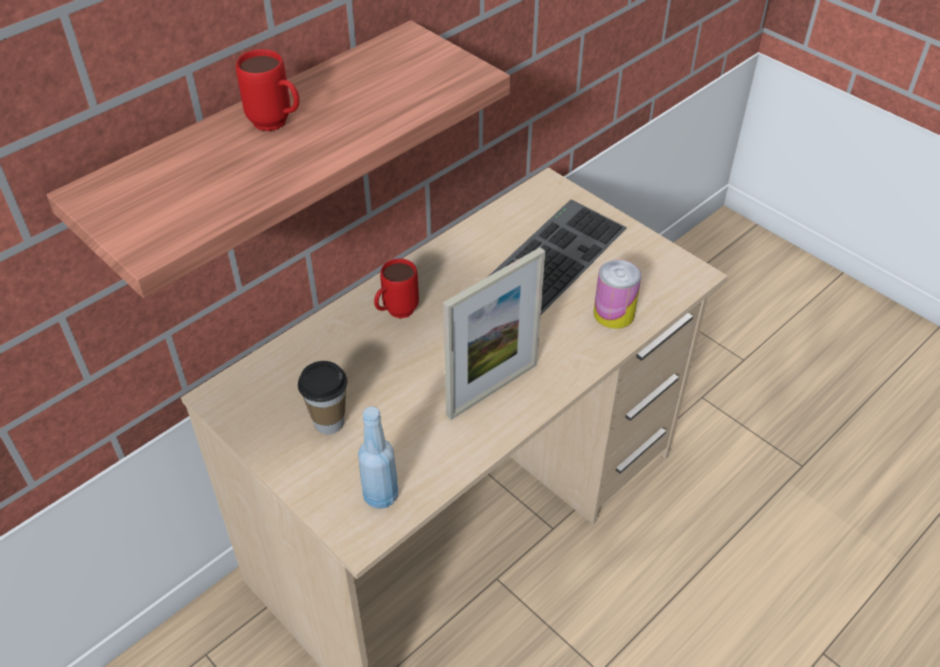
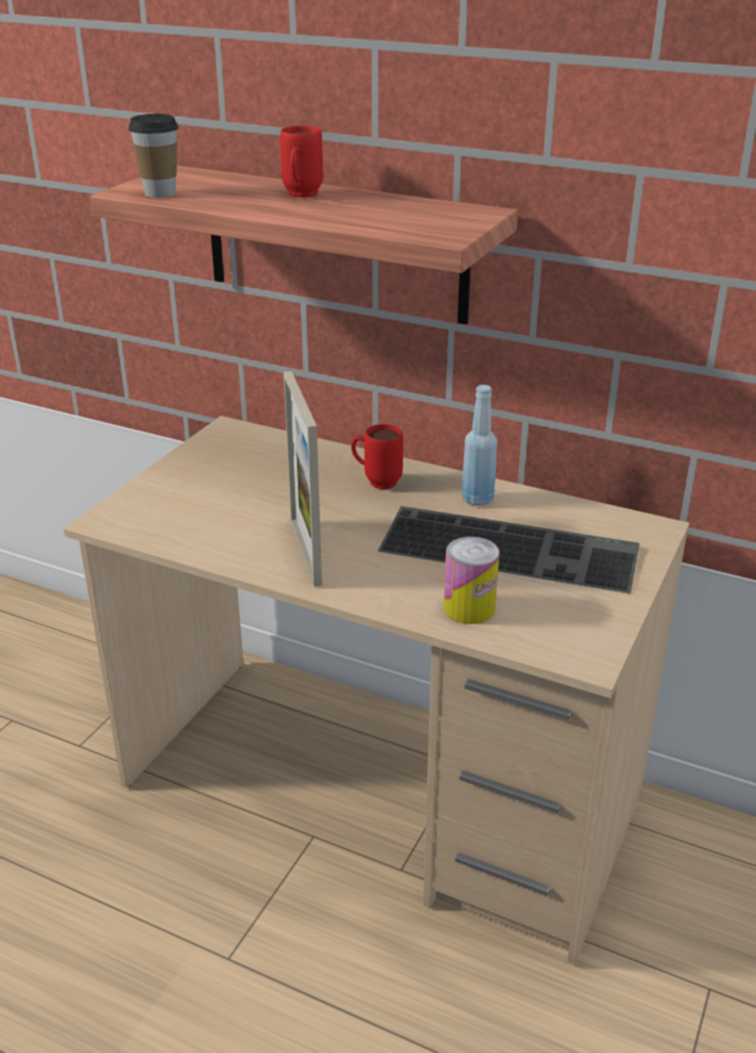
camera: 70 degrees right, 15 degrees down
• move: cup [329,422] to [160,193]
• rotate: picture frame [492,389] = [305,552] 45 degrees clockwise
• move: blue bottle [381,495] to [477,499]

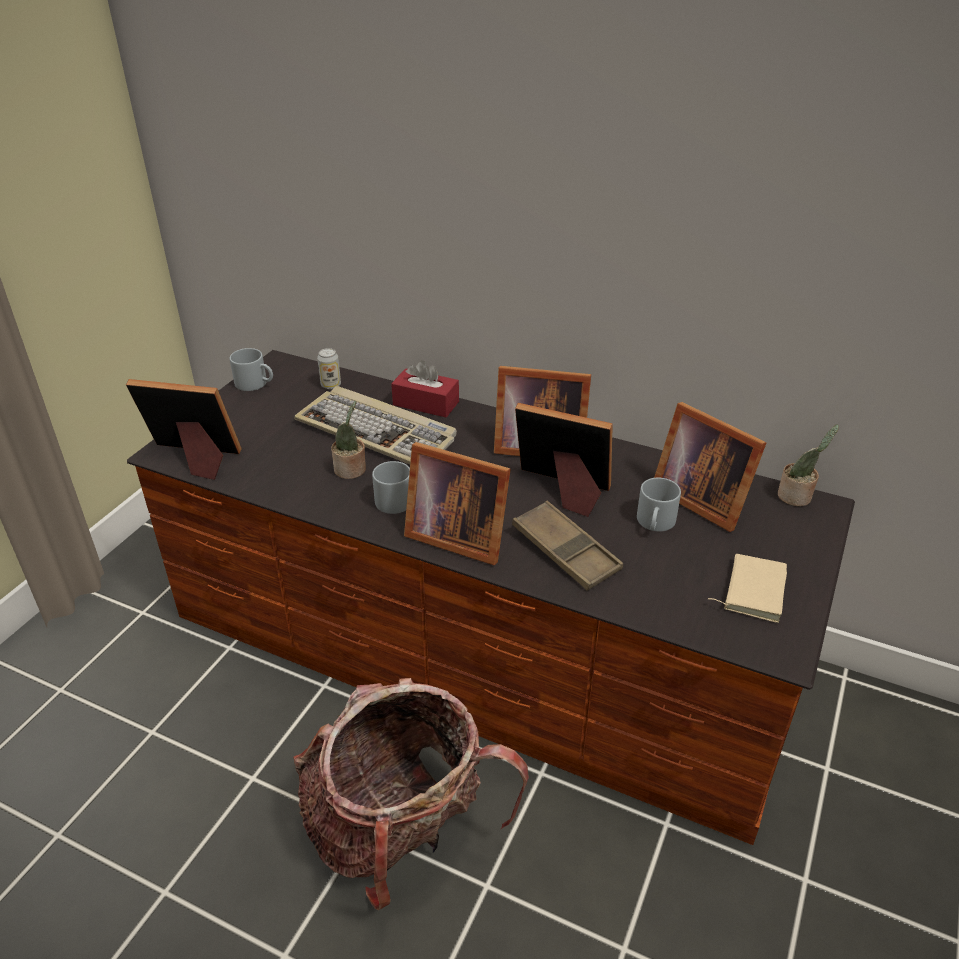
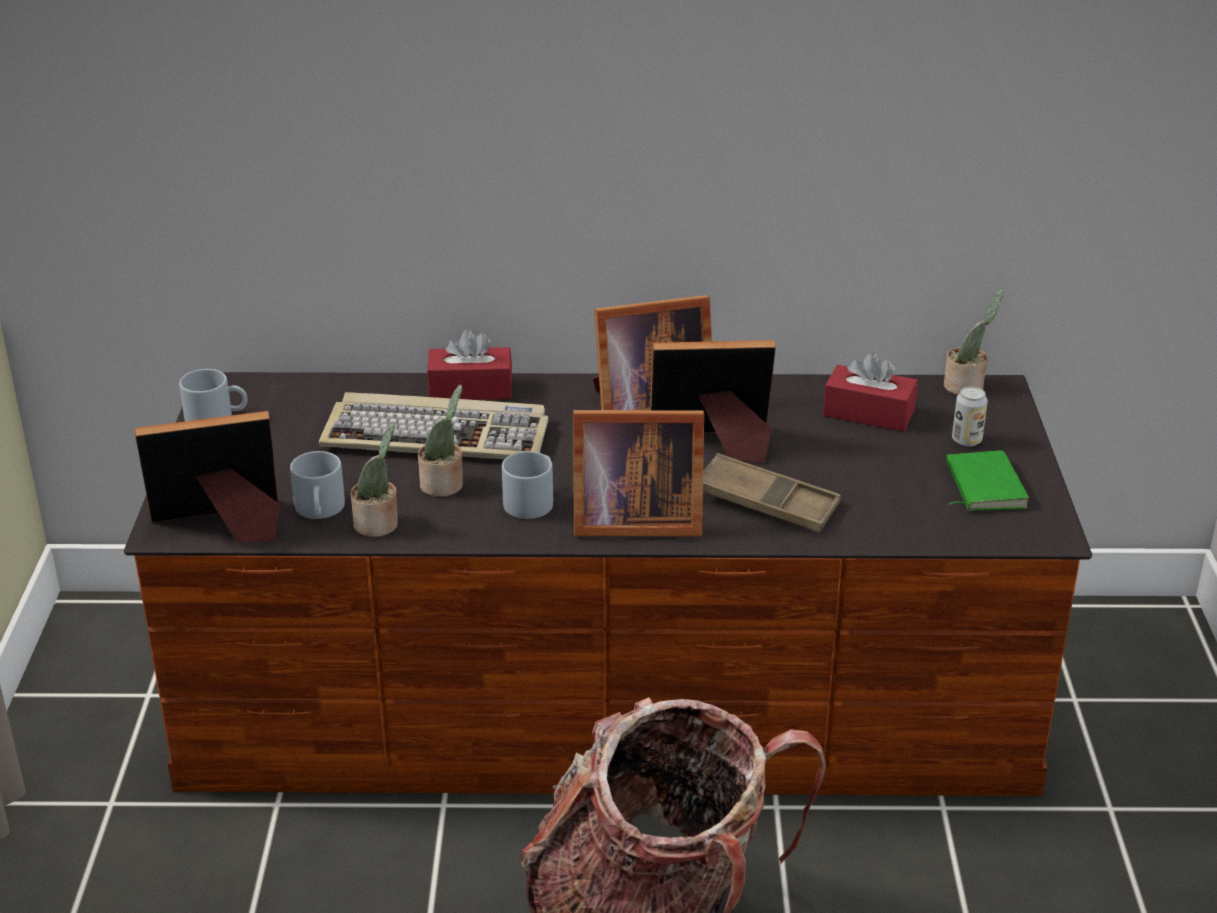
camera: 25 degrees left, 5 degrees down
• move: grey mug [655,523] to [320,510]
• insert: potted plant [379,525]
• replace: picture frame [699,498] to red tissue box [868,413]
• recolor: beige book [752,590] to green book [982,486]
• move: can [331,385] to [966,440]

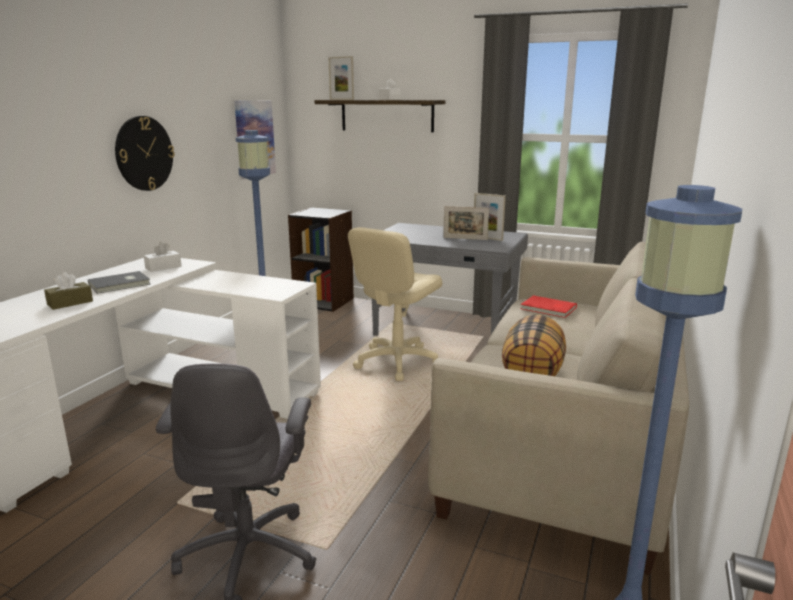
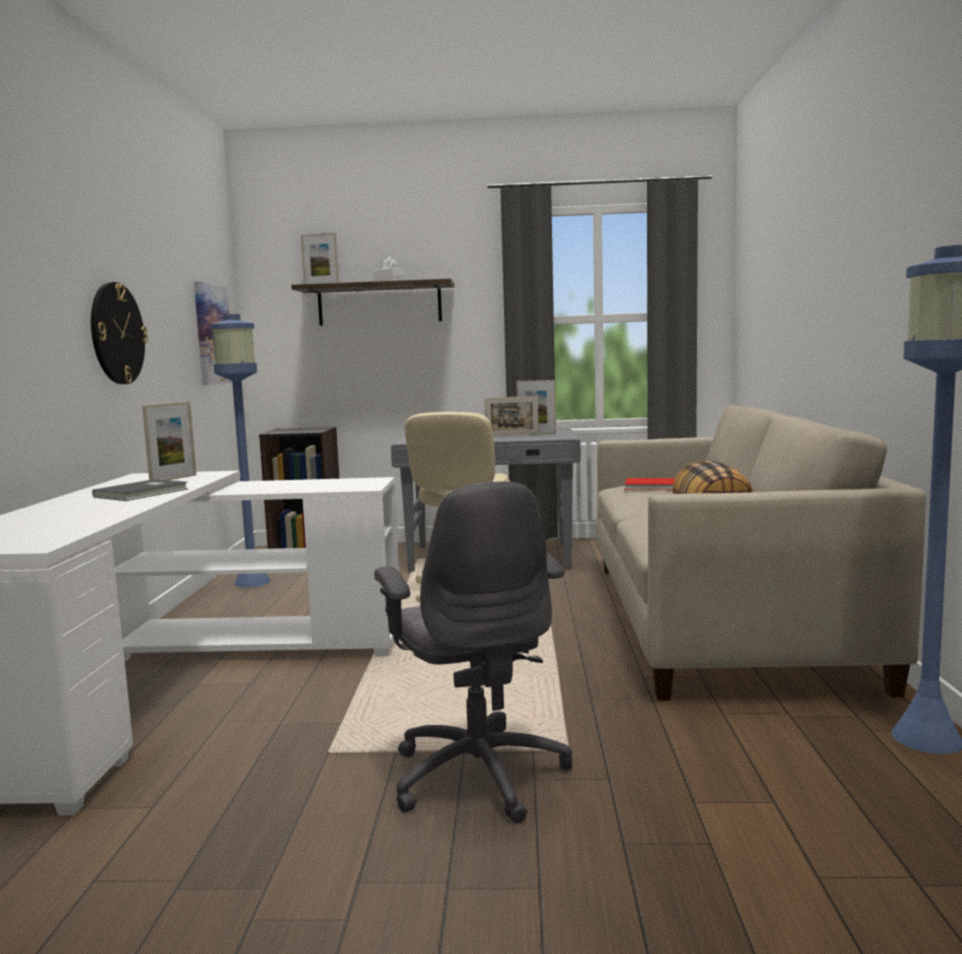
camera: 20 degrees left, 10 degrees down
• replace: white tissue box [163,267] to picture frame [173,479]
• delete: brown tissue box [70,303]

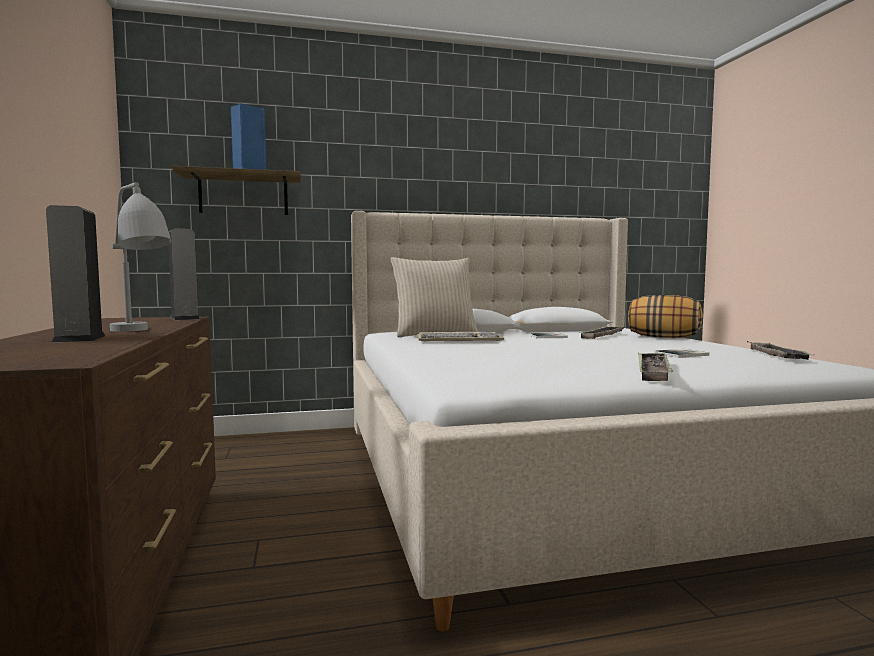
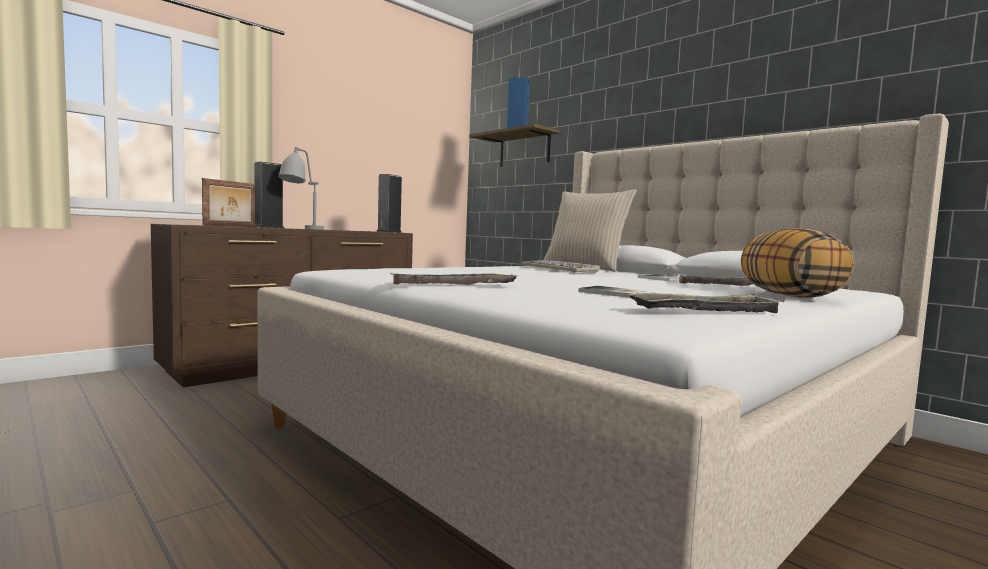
camera: 60 degrees right, 0 degrees up
• insert: picture frame [230,226]

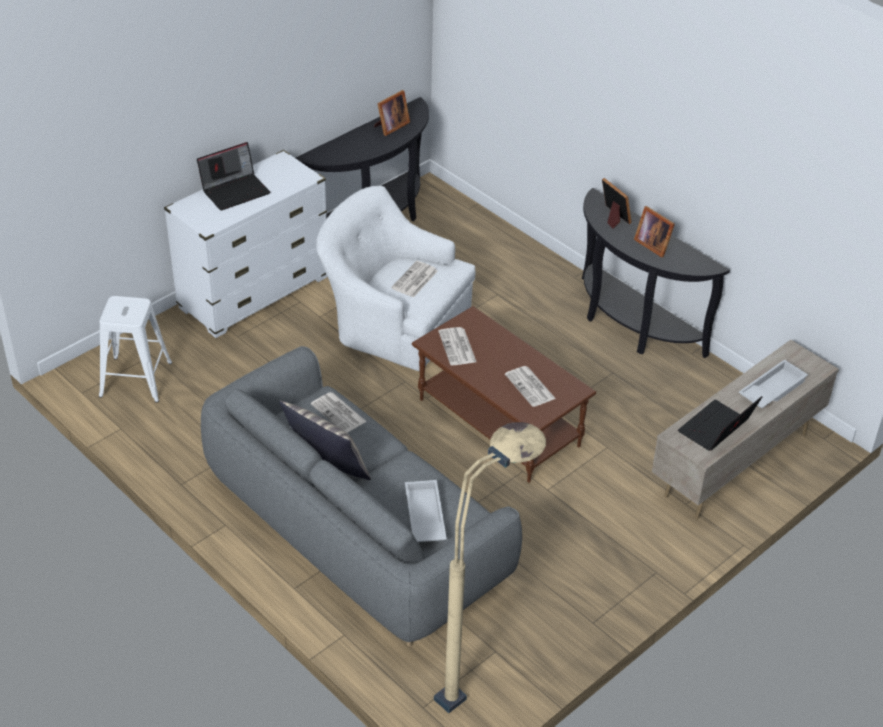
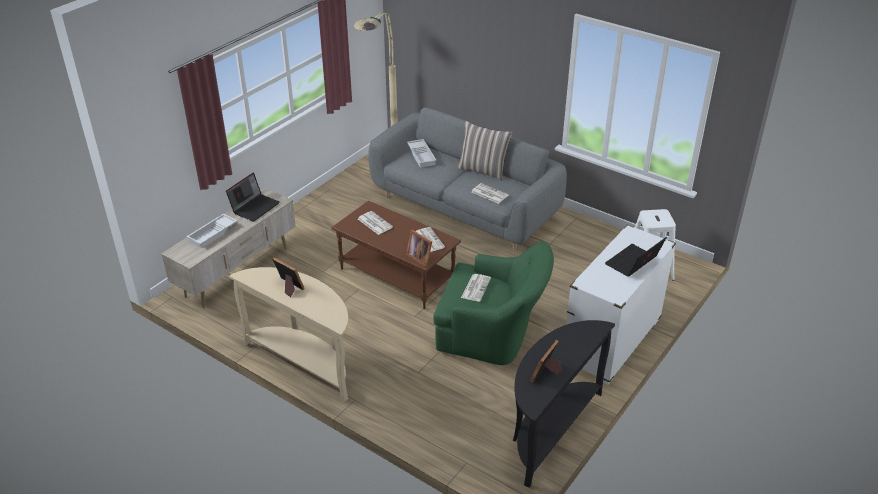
camera: 170 degrees right, 5 degrees down
• recolor: black console table [630,325] to beige console table [305,361]
• move: picture frame [613,217] to [420,257]
• recolor: white armchair [393,323] to green armchair [493,334]

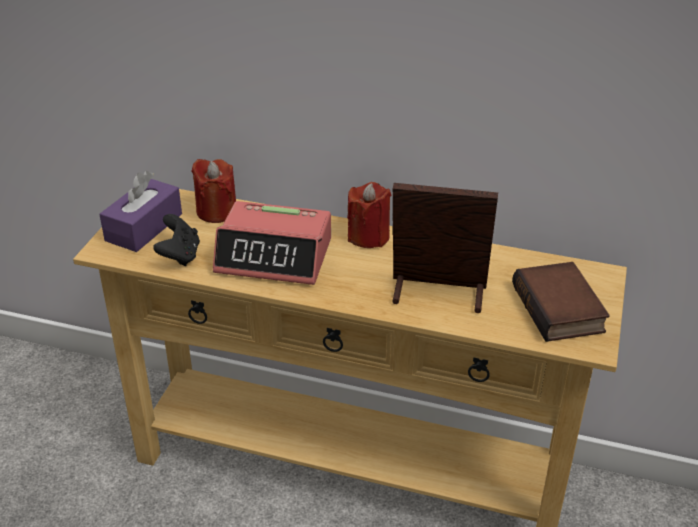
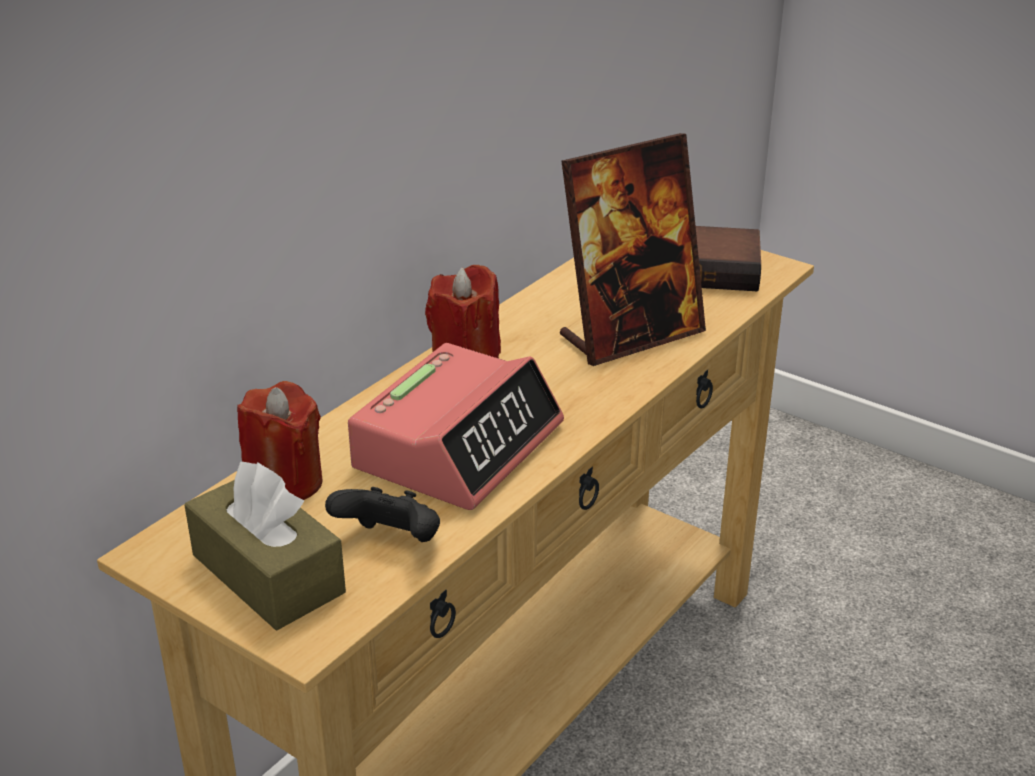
camera: 70 degrees left, 5 degrees down
• recolor: purple tissue box [144,227] to brown tissue box [268,574]
• rotate: picture frame [437,294] = [631,335] 150 degrees counterclockwise

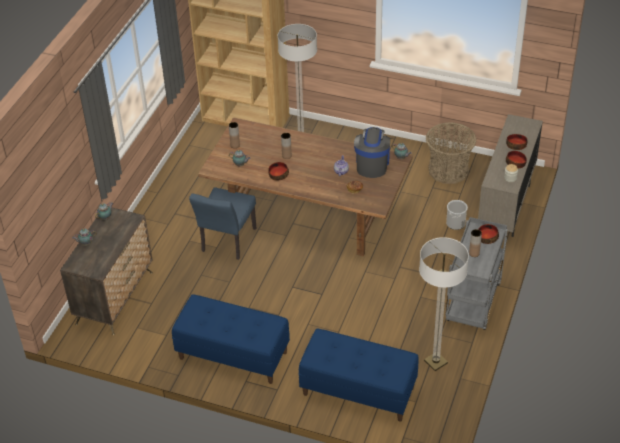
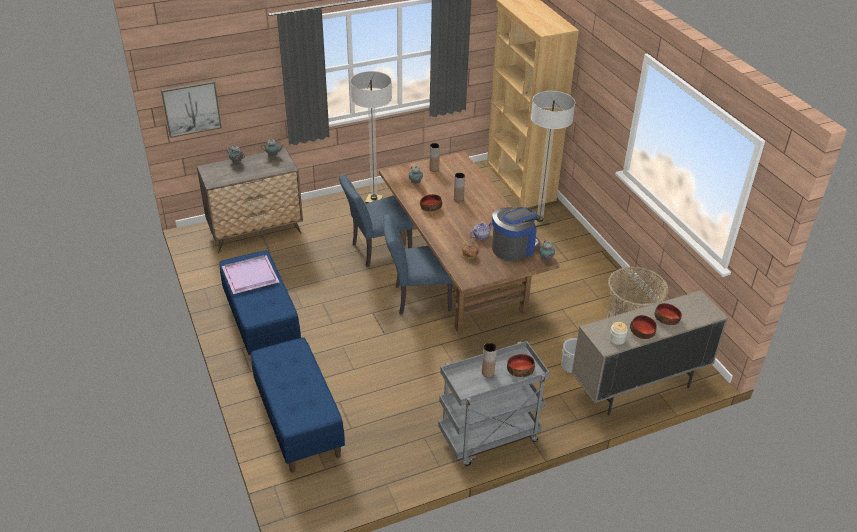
camera: 45 degrees right, 5 degrees down
• insert: picture [191,108]
• insert: purple tray [249,275]
• move: floor lamp [435,362] to [374,200]
• insert: blue chair [417,298]

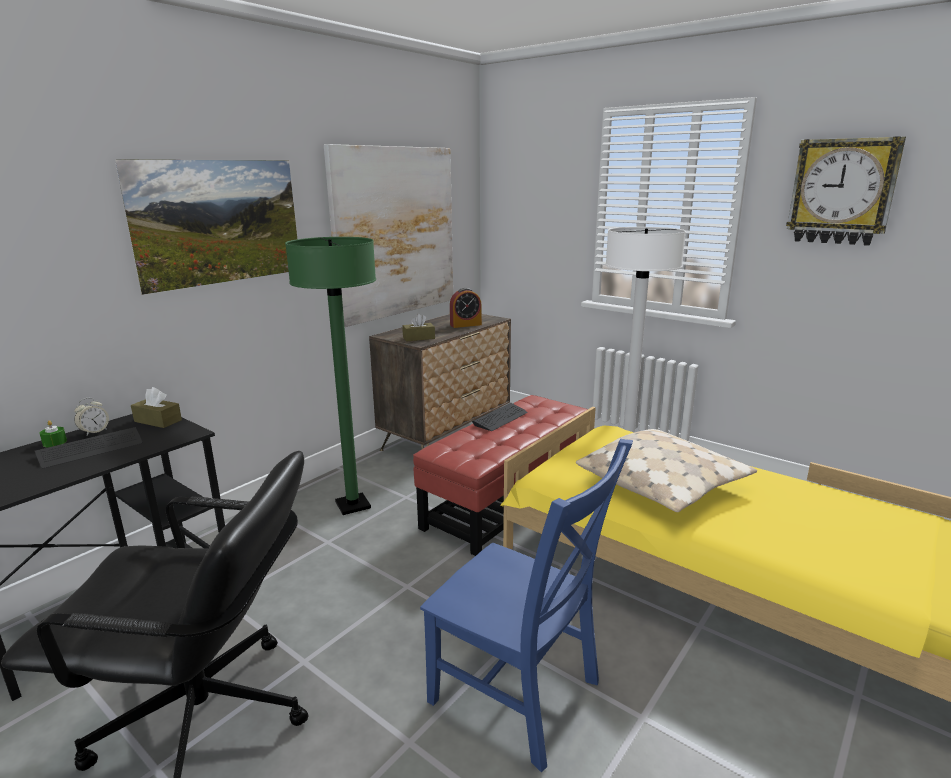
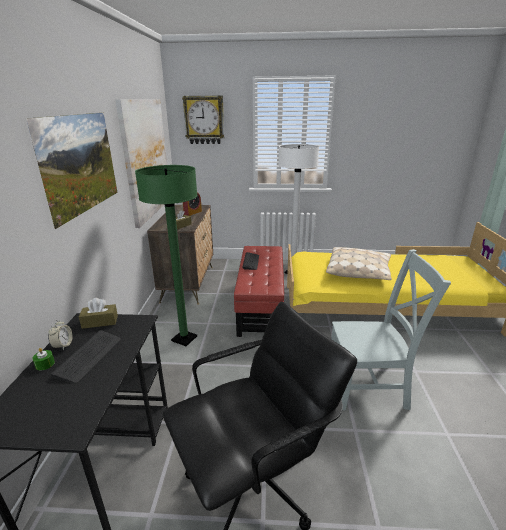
camera: 35 degrees left, 5 degrees up
• move: wall clock [842,192] to [204,120]
• recolor: blue chair [520,696] to grey chair [370,386]

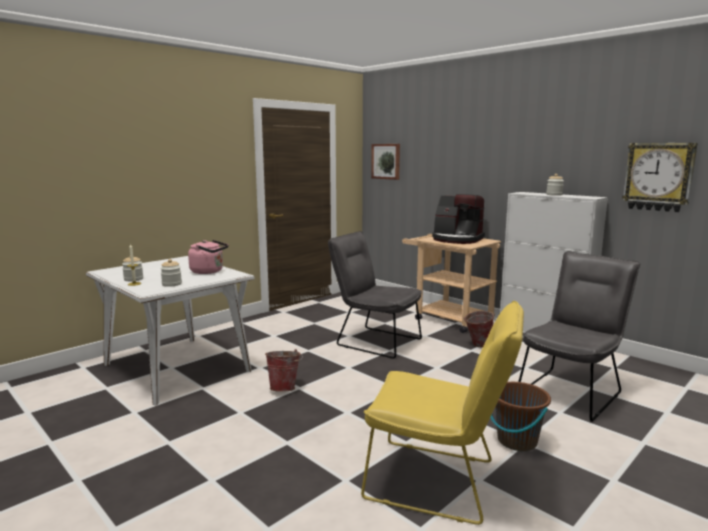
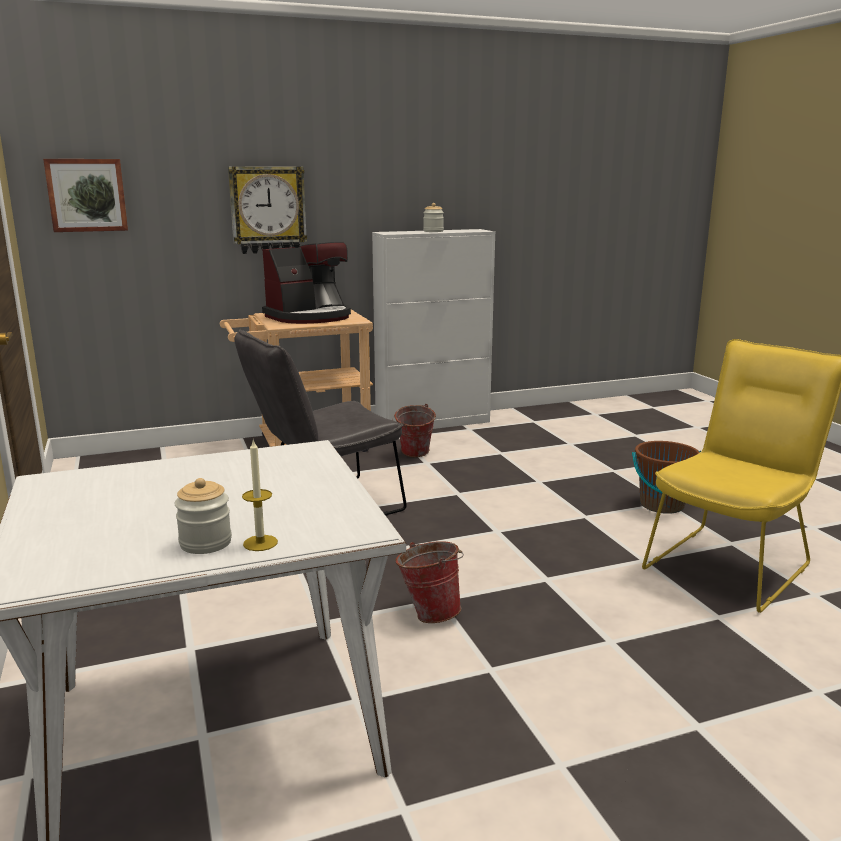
camera: 65 degrees left, 5 degrees up
• move: wall clock [658,177] to [268,210]
• delete: jar [172,284]
• delete: pink kettle [209,271]
• delete: grey chair [572,391]

